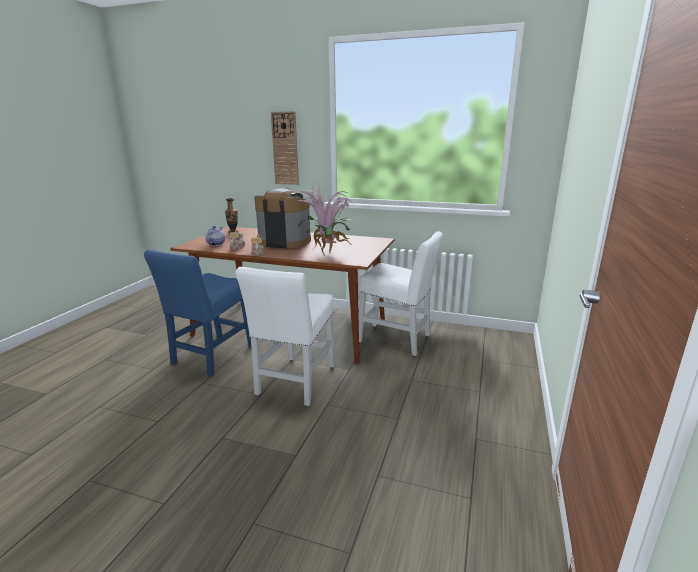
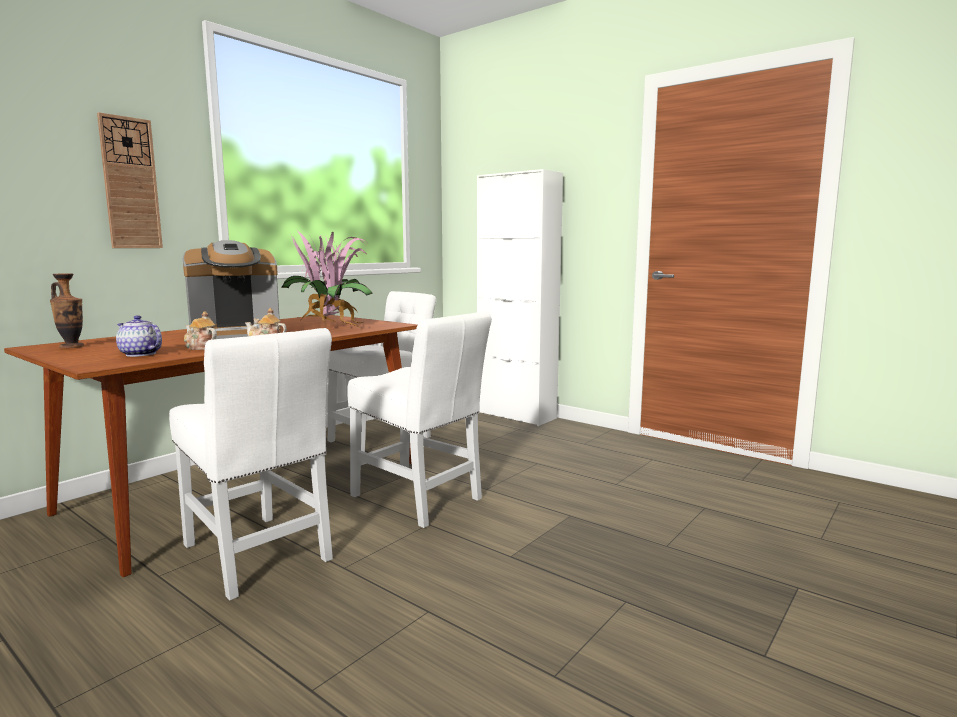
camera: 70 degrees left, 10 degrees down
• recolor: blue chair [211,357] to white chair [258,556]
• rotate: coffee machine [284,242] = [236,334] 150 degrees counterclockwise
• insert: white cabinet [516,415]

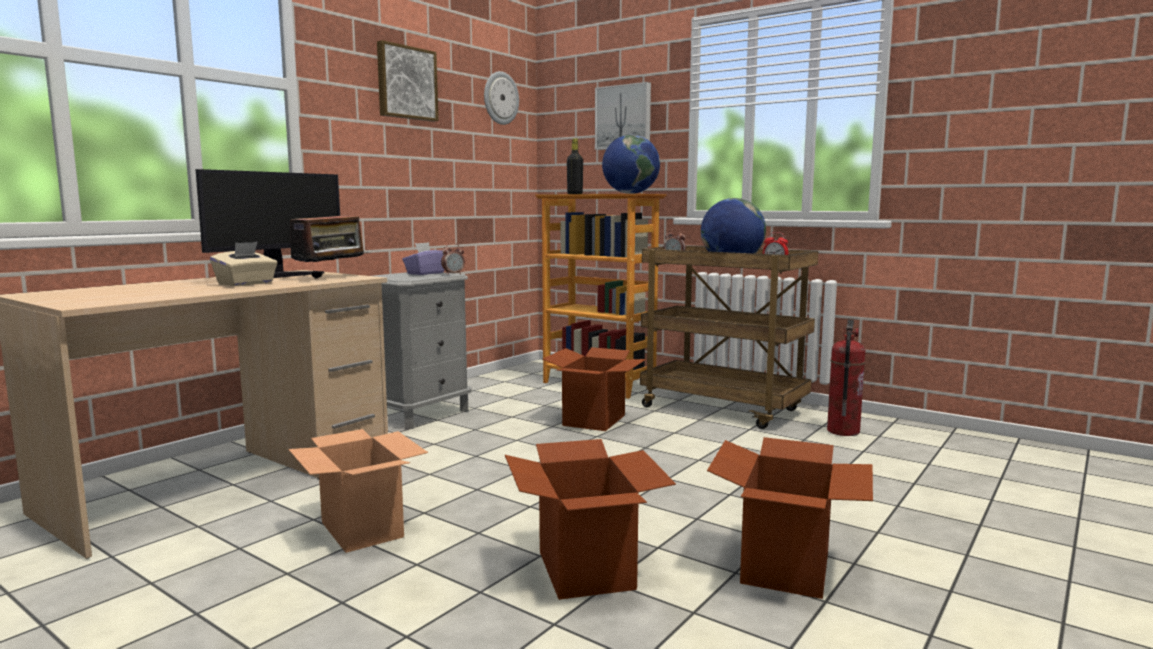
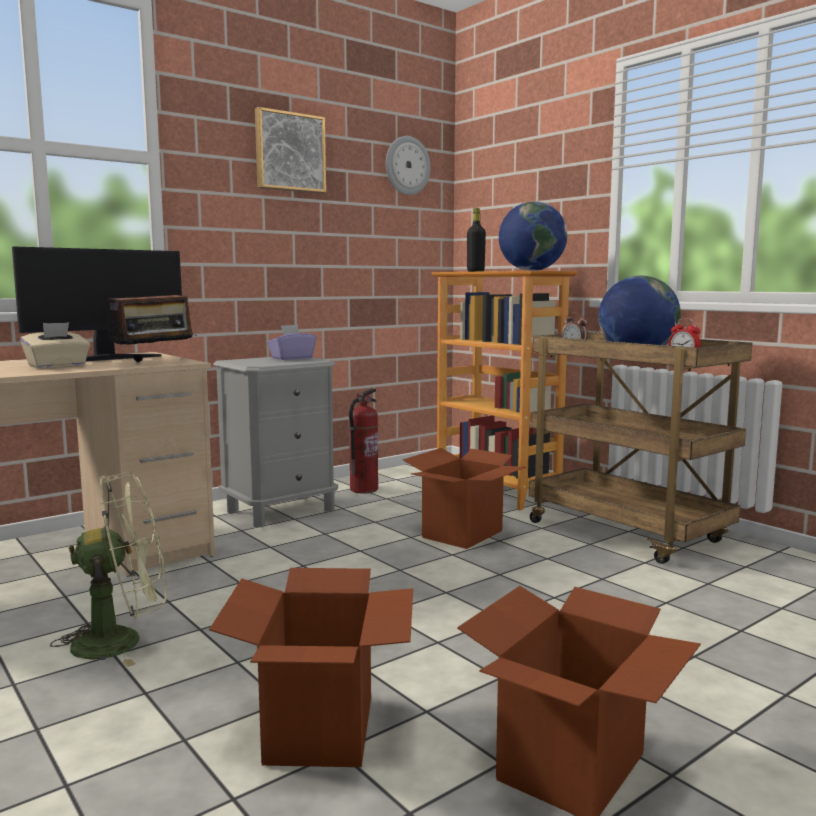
camera: 15 degrees right, 0 degrees up
• replace: cardboard box [361,529] to green fan [122,641]
• move: fire extinguisher [842,431] to [363,489]
• delete: alarm clock [453,274]
• delete: picture [624,117]

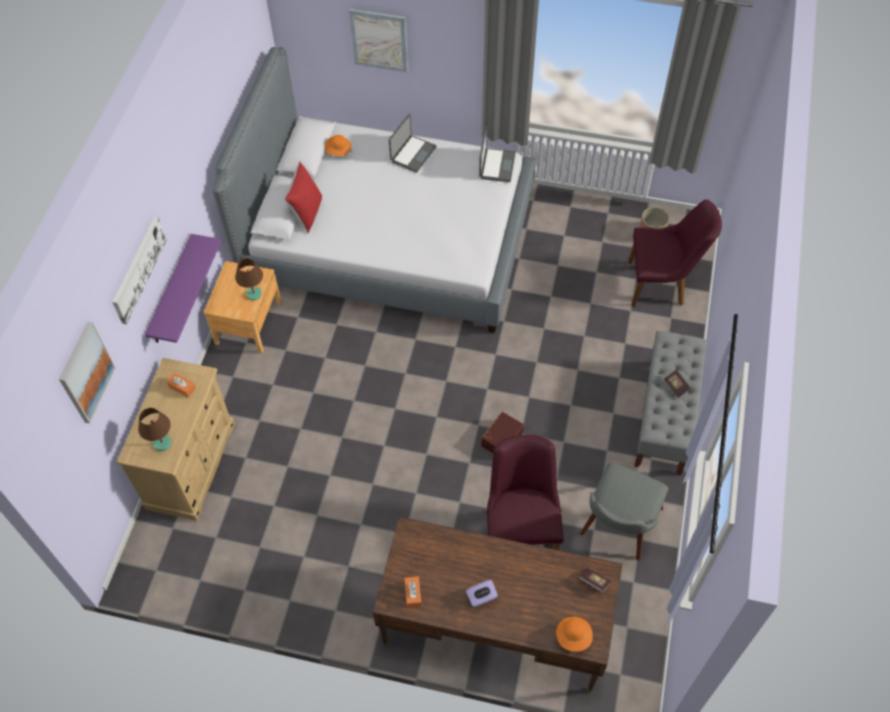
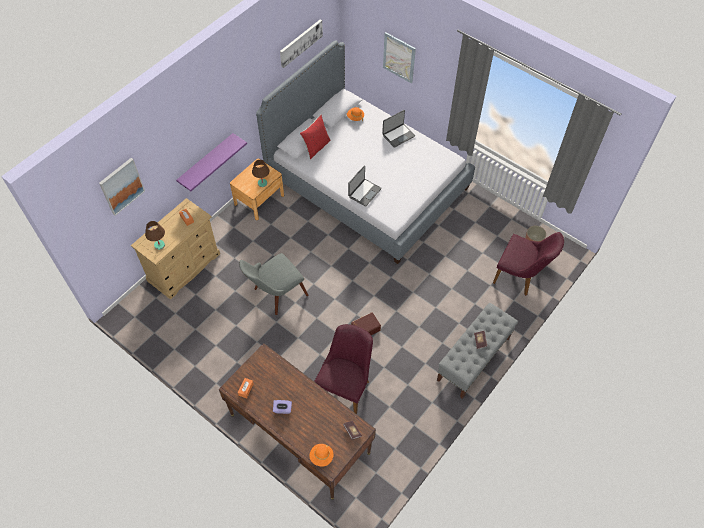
camera: 25 degrees right, 0 degrees up
• move: grey chair [617,530] to [275,295]
• move: picture [138,269] to [300,42]
• move: laptop [496,165] to [364,192]

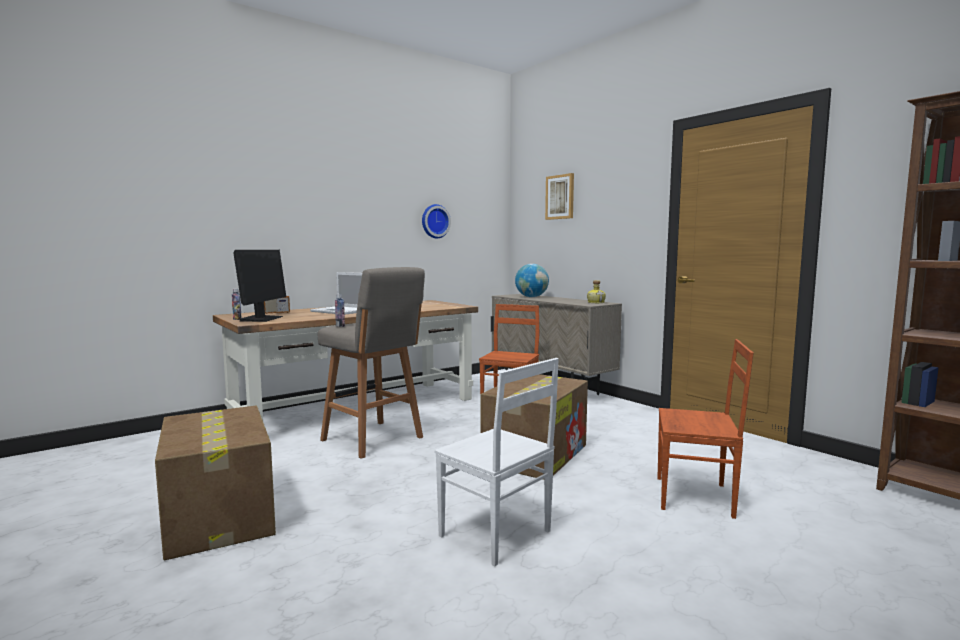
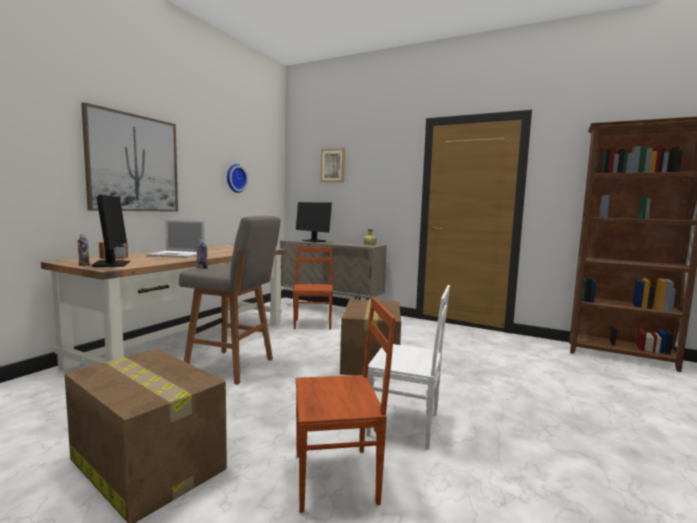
camera: 25 degrees left, 0 degrees up
• insert: picture [133,163]
• replace: globe [531,297] to monitor [314,241]
• move: brown chair [695,497] to [337,479]

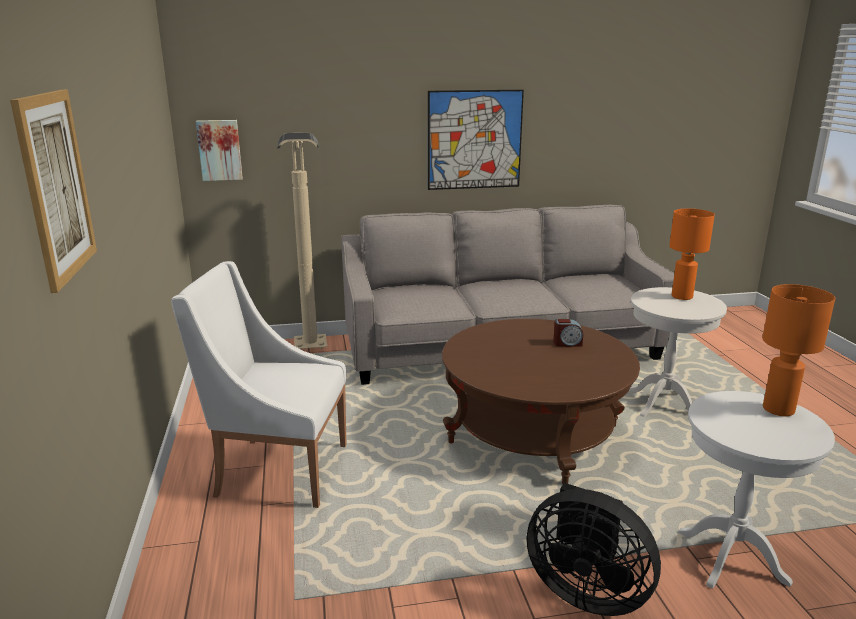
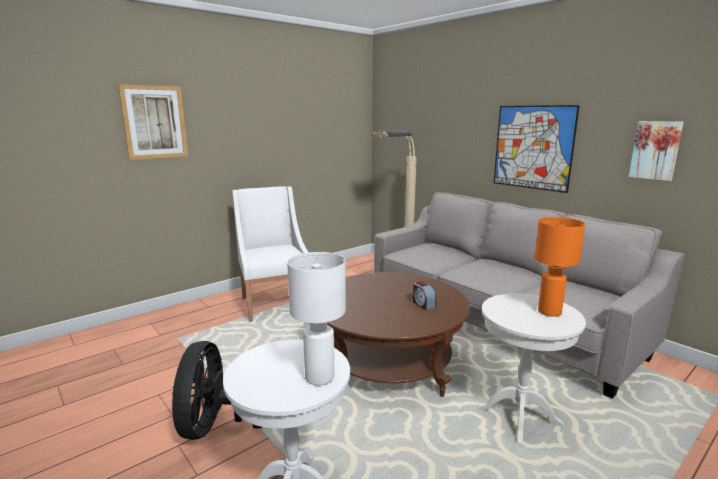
camera: 60 degrees right, 5 degrees down
• recolor: orange table lamp [779,410] to white table lamp [319,378]
• move: picture [220,150] to [655,150]

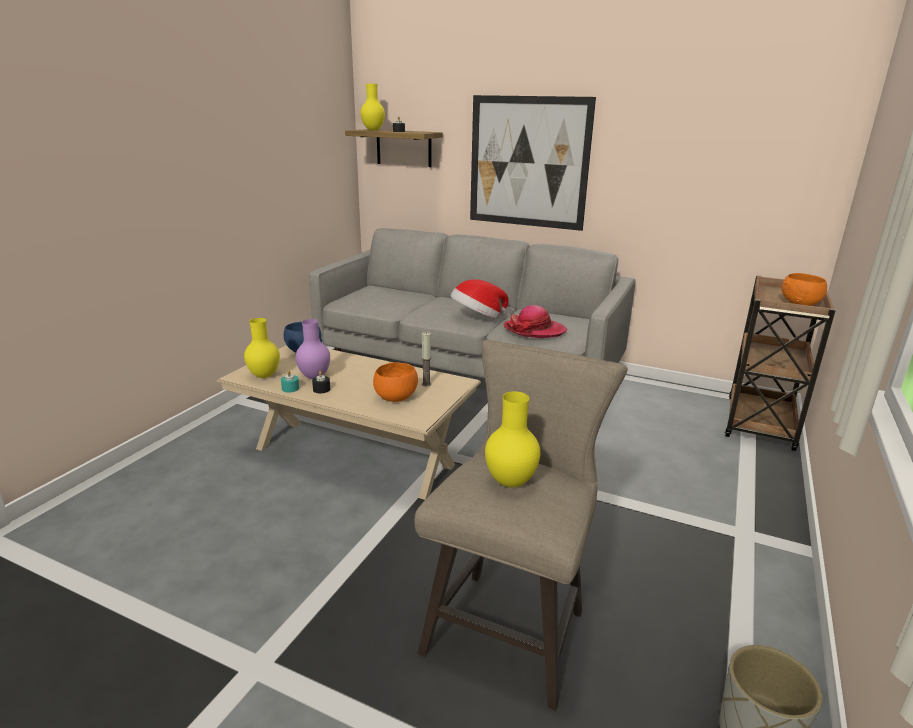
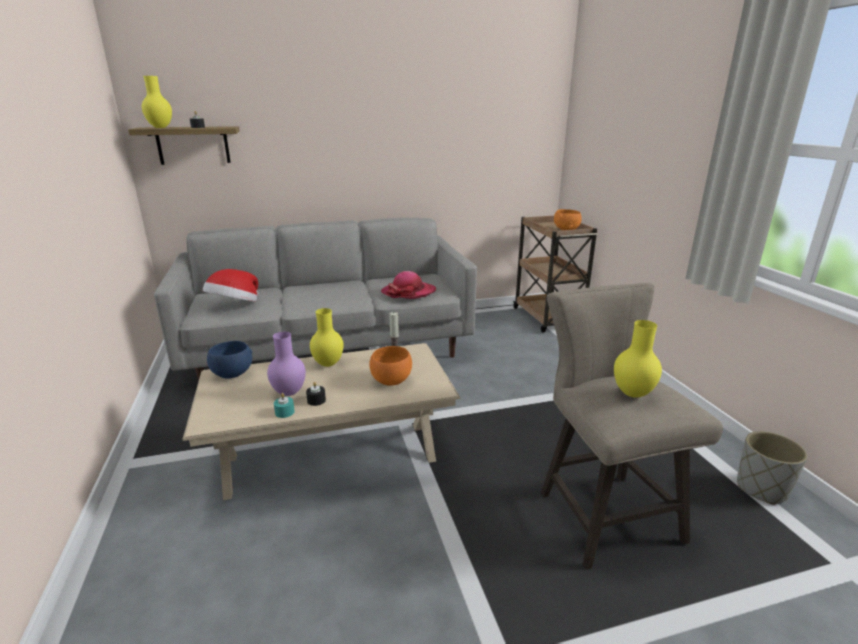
camera: 40 degrees left, 0 degrees up
• move: hat [477,318] to [234,306]
• move: yellow vase [265,376] to [329,364]
• delete: picture [528,162]

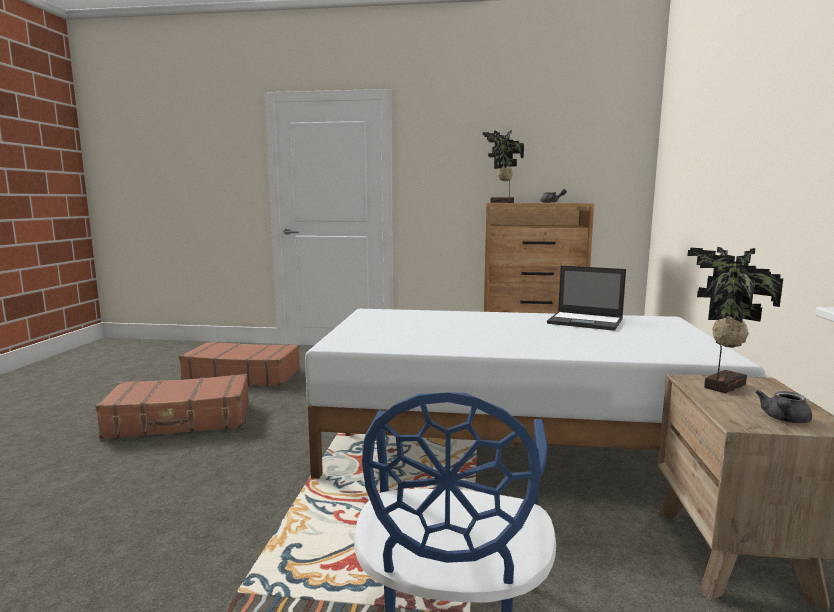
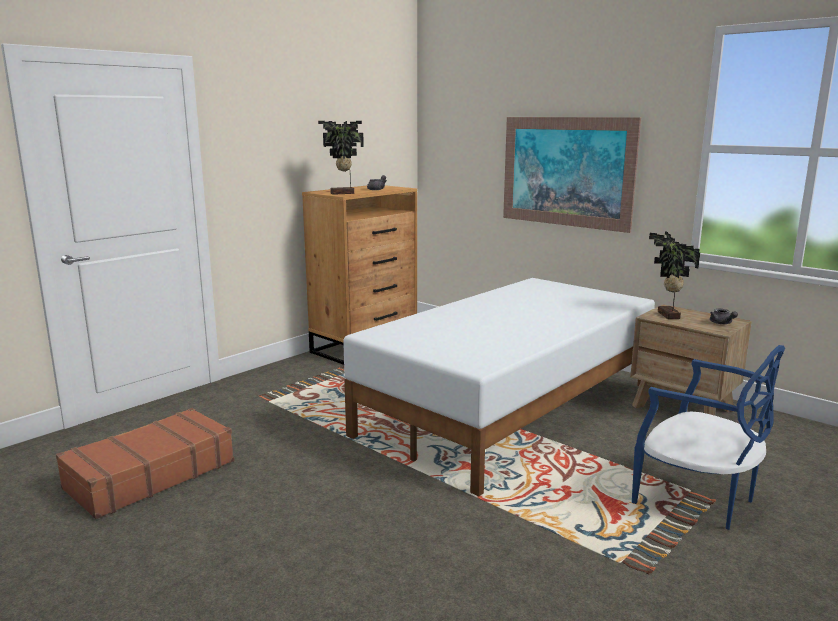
camera: 55 degrees left, 5 degrees up
• insert: picture [566,172]
• delete: brown suitcase [180,420]
• delete: laptop [586,321]

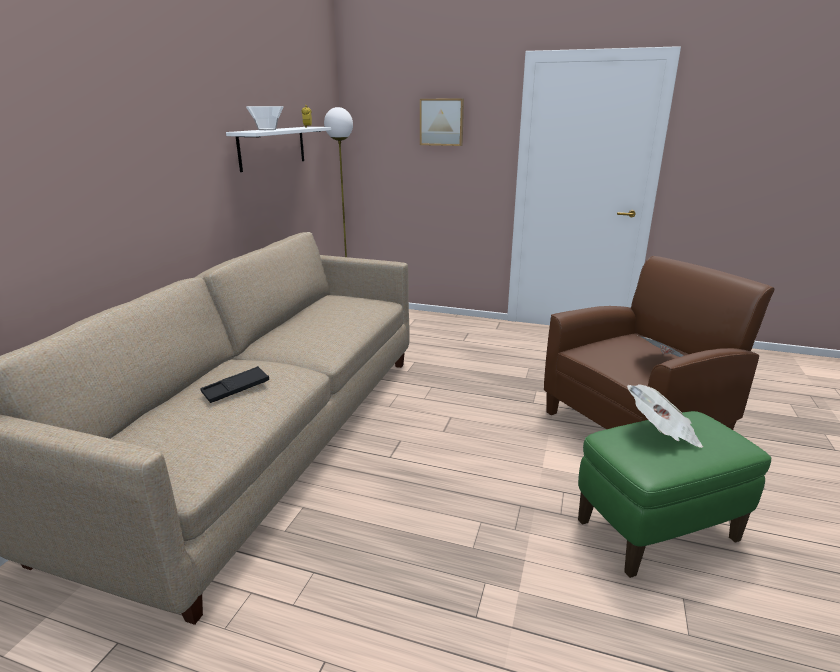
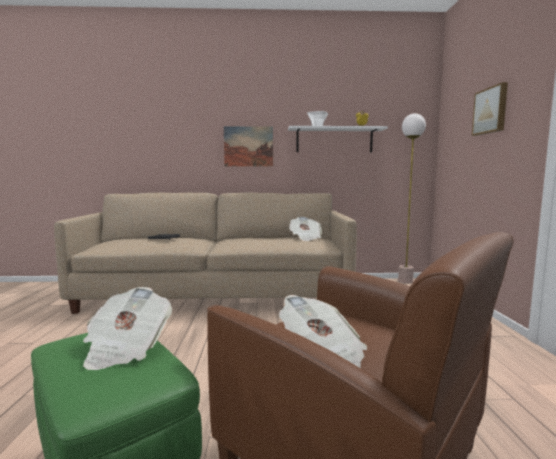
camera: 70 degrees right, 15 degrees down
• insert: picture [248,146]
• insert: newspaper [305,238]

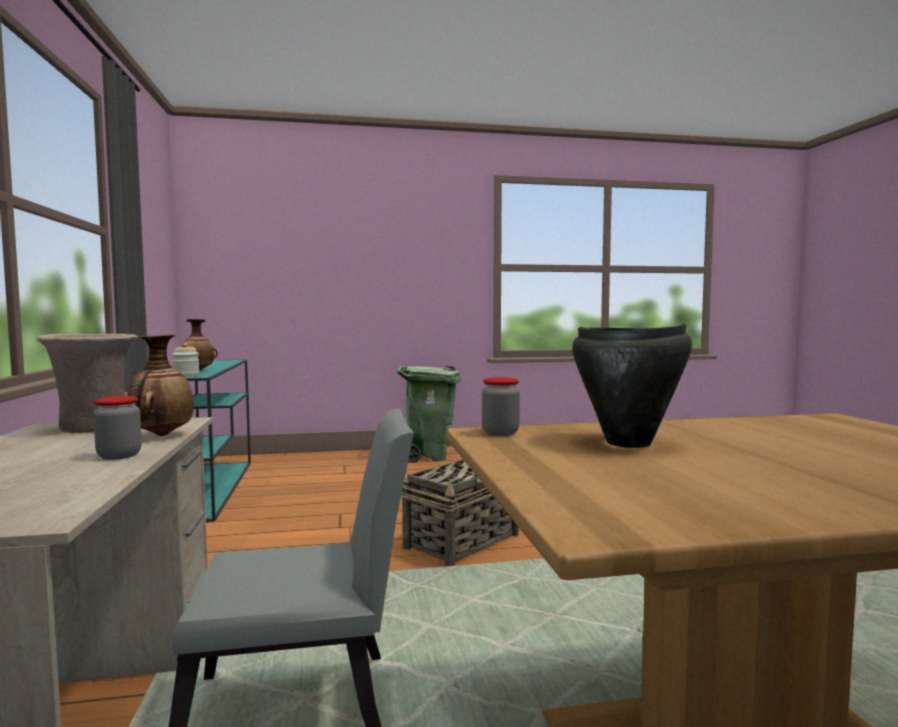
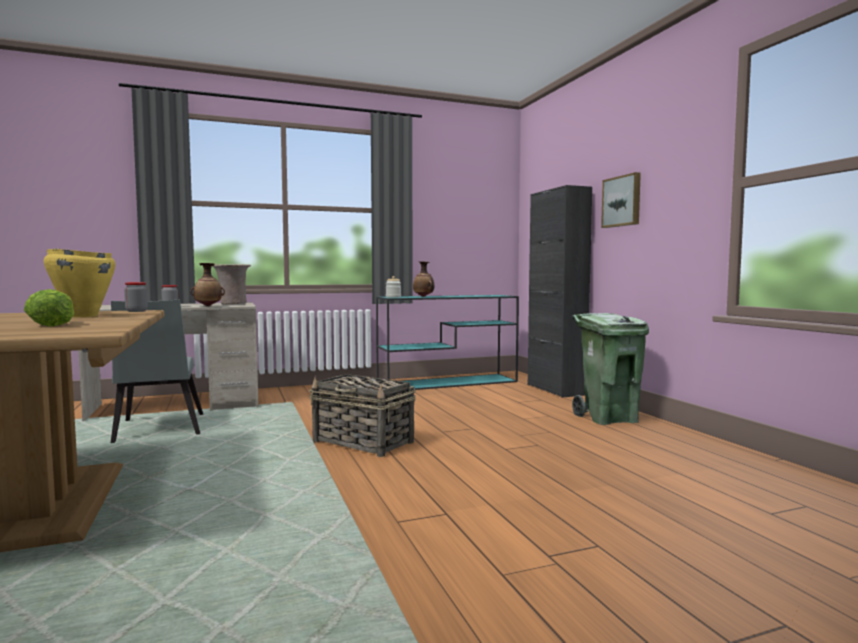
camera: 80 degrees right, 0 degrees up
• insert: lettuce [53,325]
• recolor: black cooking pot [629,443] to yellow cooking pot [82,316]
• insert: black cabinet [555,389]
• insert: picture [622,201]

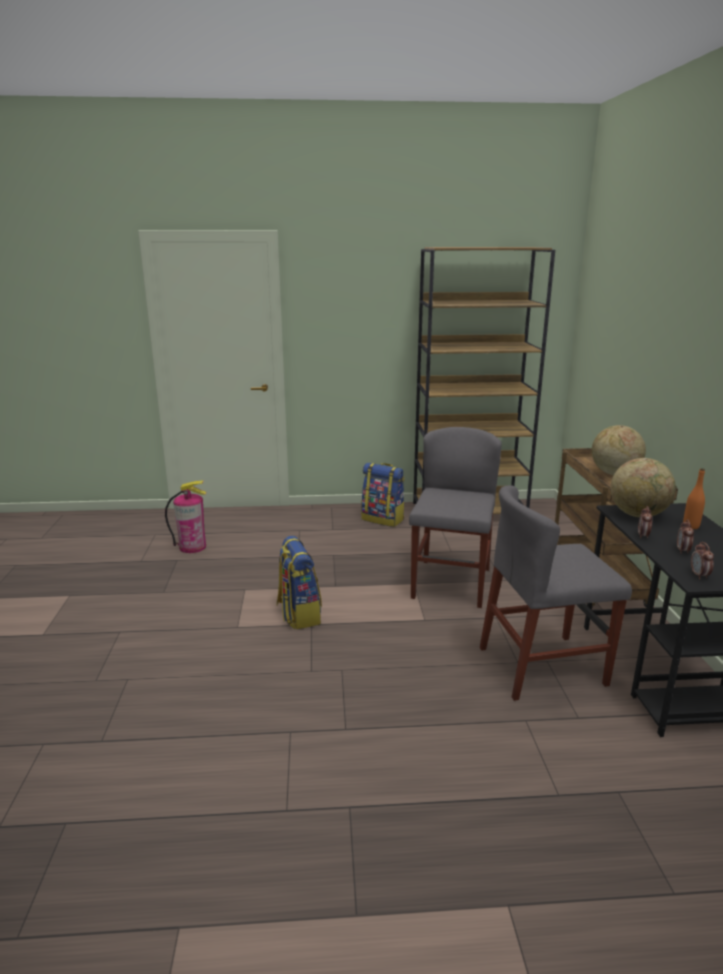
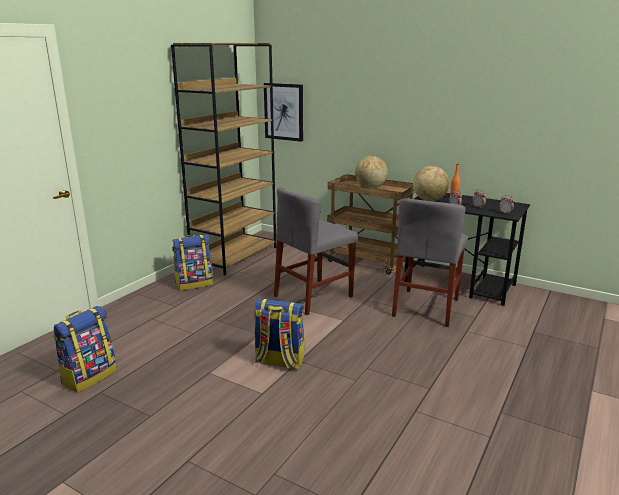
camera: 55 degrees left, 0 degrees up
• replace: fire extinguisher [192,547] to backpack [89,376]
• insert: picture [284,112]
• rotate: grey chair [451,583] = [313,296] 90 degrees counterclockwise

